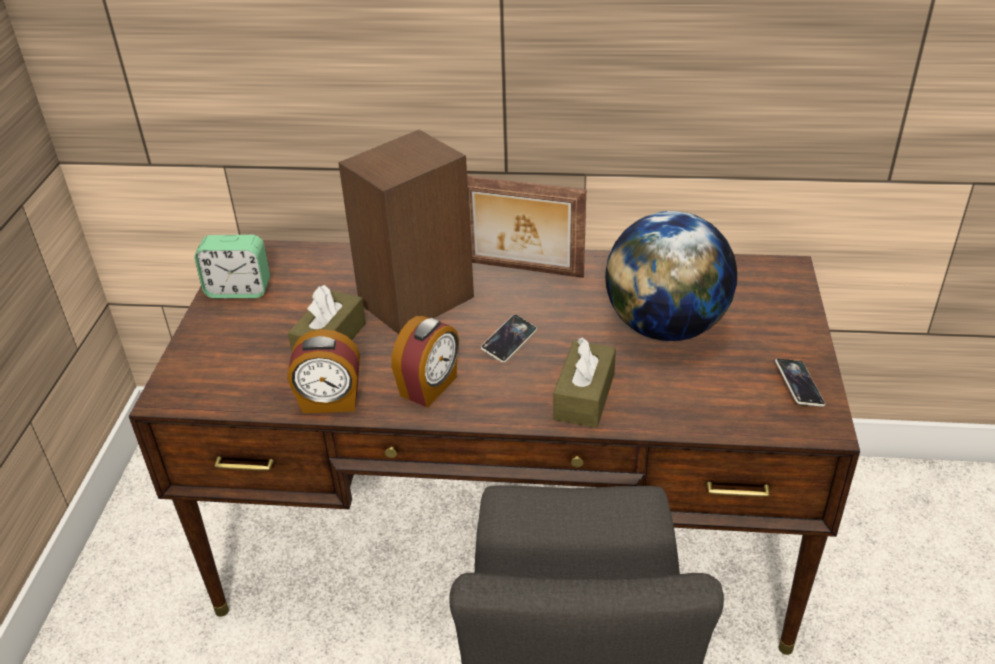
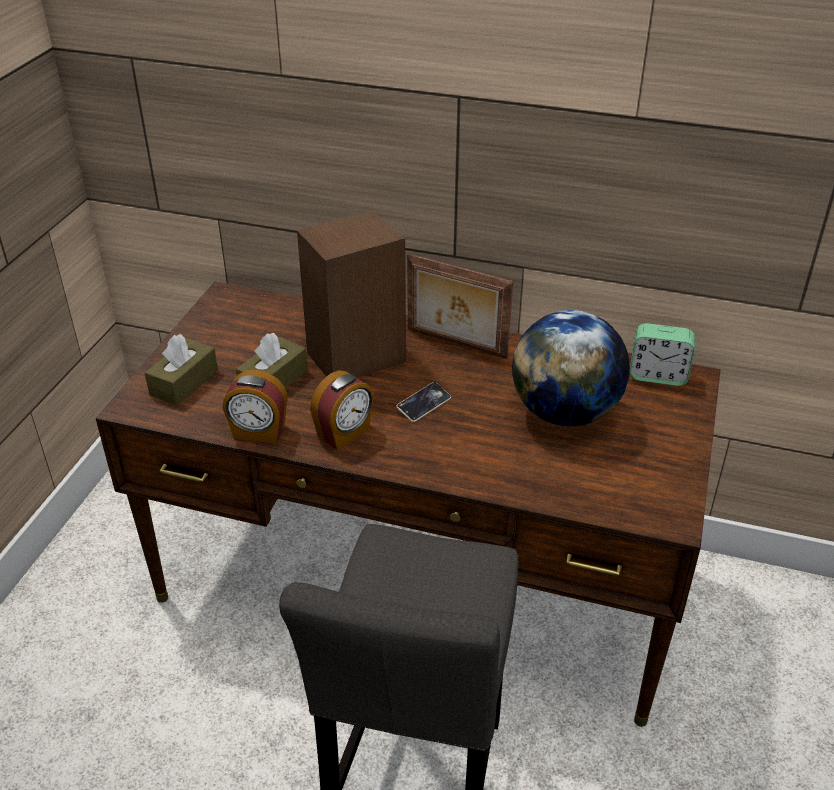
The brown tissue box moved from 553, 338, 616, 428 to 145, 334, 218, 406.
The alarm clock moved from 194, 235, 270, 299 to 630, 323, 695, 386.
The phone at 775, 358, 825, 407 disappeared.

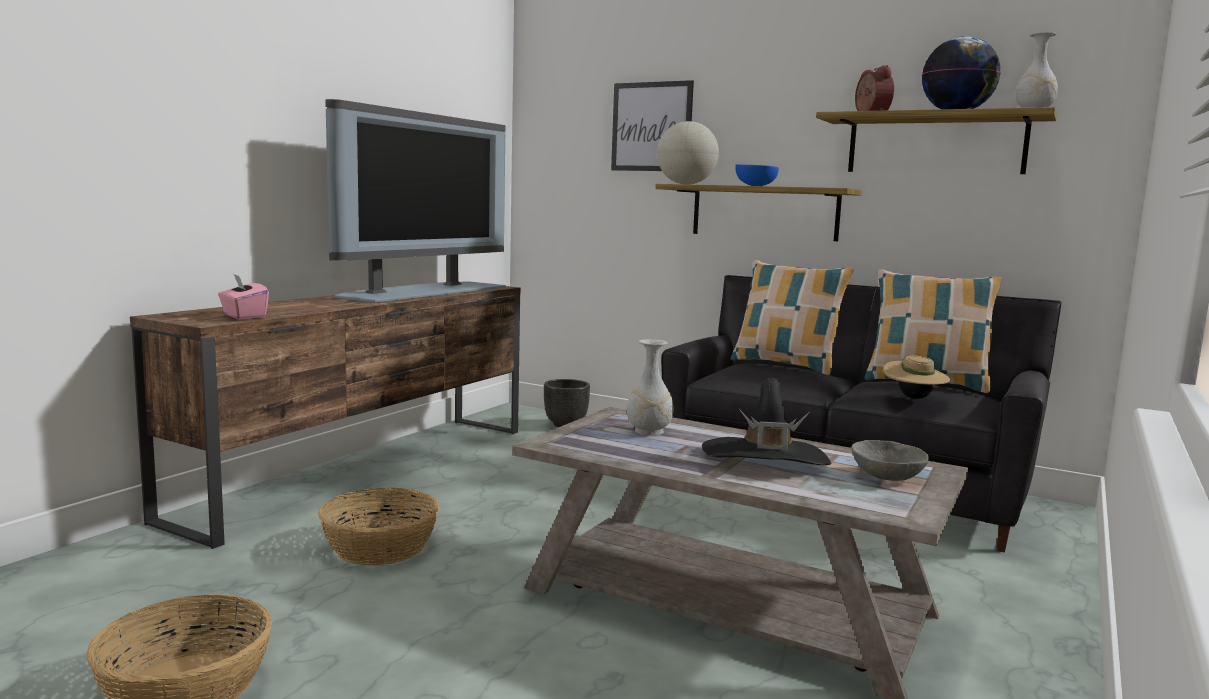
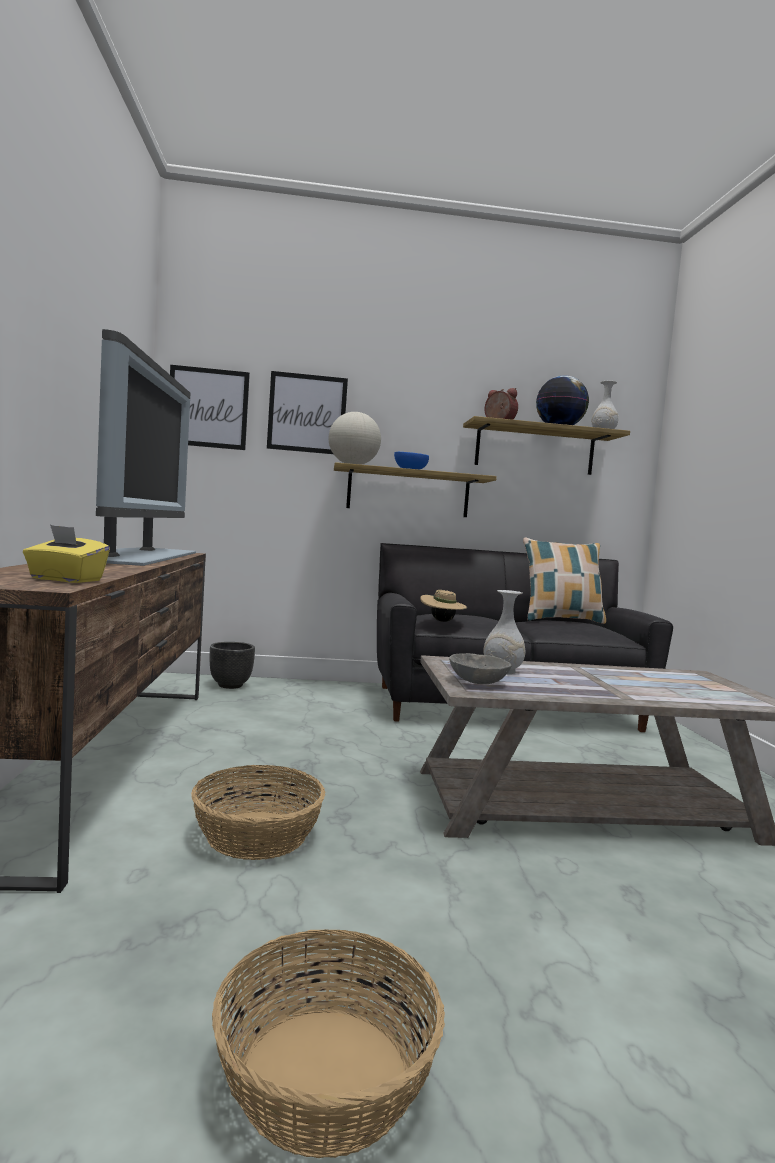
The pink tissue box at 218, 274, 269, 319 became the yellow tissue box at 23, 525, 110, 583.
The picture at 170, 365, 250, 450 appeared.
The beige hat moved from 883, 356, 950, 399 to 420, 590, 467, 622.
The grey bowl moved from 851, 440, 929, 481 to 449, 653, 511, 684.
The black hat at 702, 377, 831, 465 disappeared.
The pillow at 731, 260, 854, 375 disappeared.

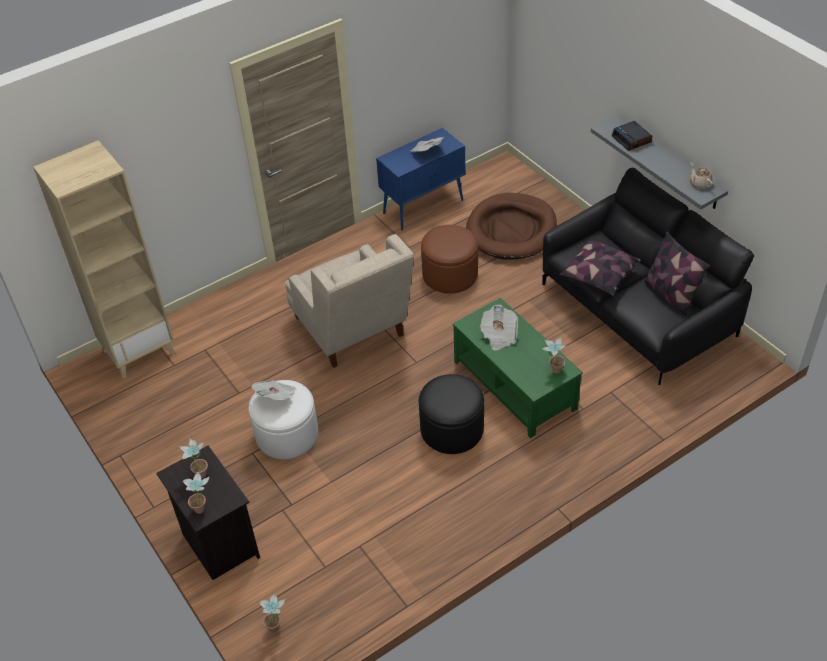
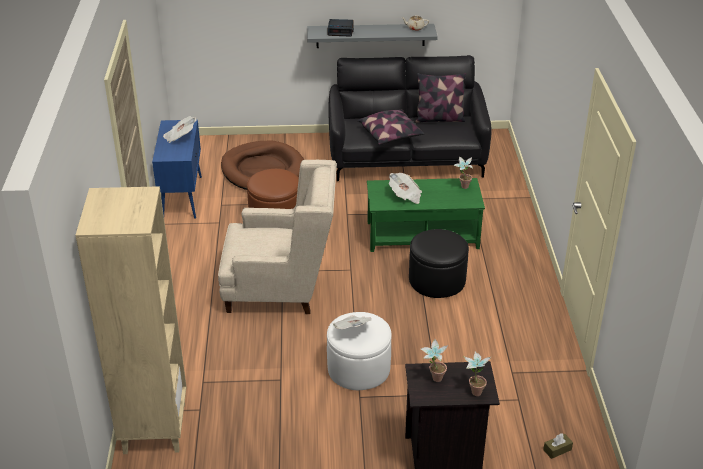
The potted plant at 259, 593, 285, 633 was replaced by the brown tissue box at 543, 433, 573, 459.

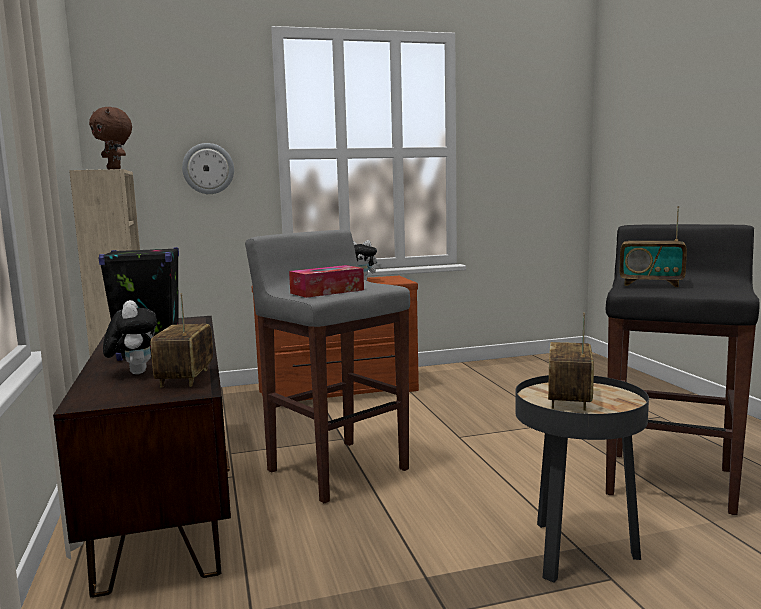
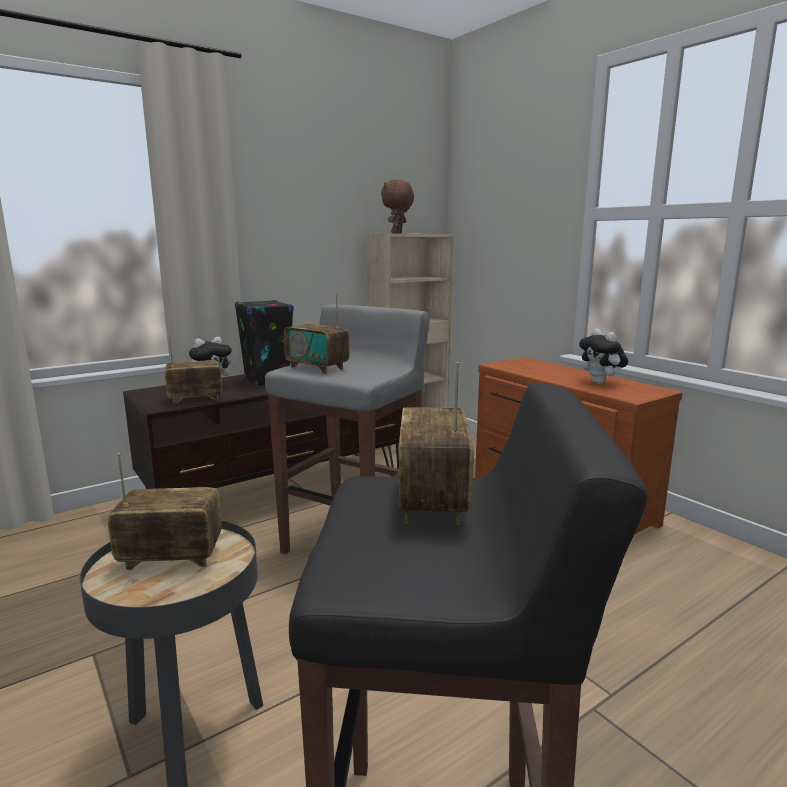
The tissue box at 289, 265, 364, 298 was replaced by the radio at 284, 293, 350, 374.
The wall clock at 182, 143, 234, 194 disappeared.

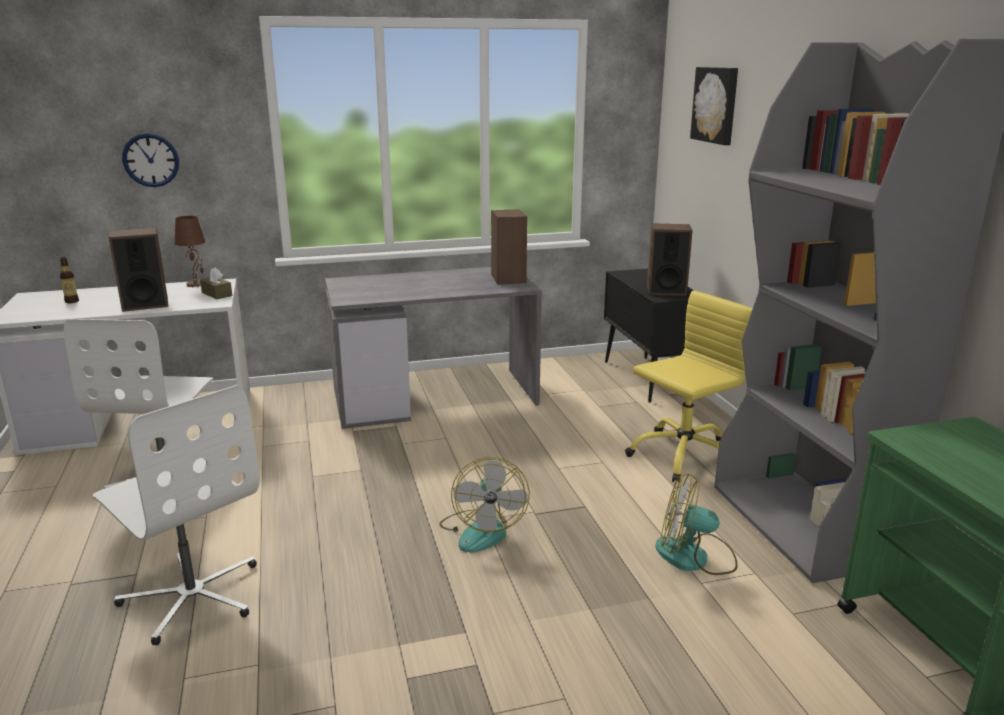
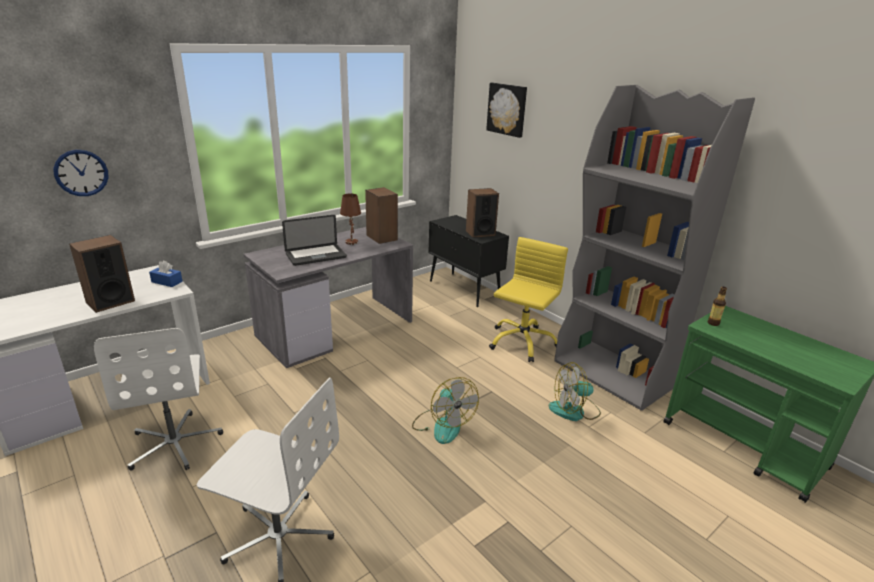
The brown tissue box at 200, 267, 232, 299 became the blue tissue box at 149, 261, 183, 287.
The laptop at 282, 215, 347, 266 appeared.
The brown table lamp moved from 175, 216, 205, 287 to 340, 193, 361, 245.
The bottle moved from 60, 257, 79, 303 to 708, 287, 727, 326.

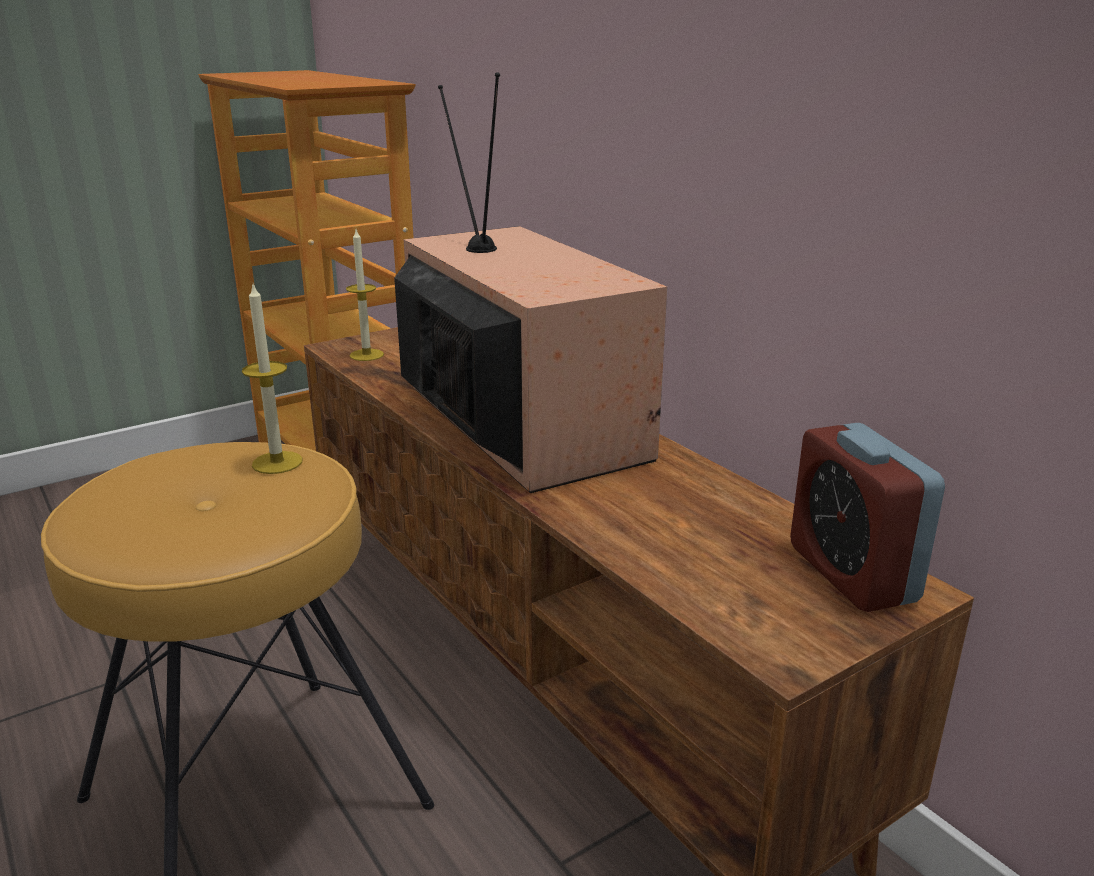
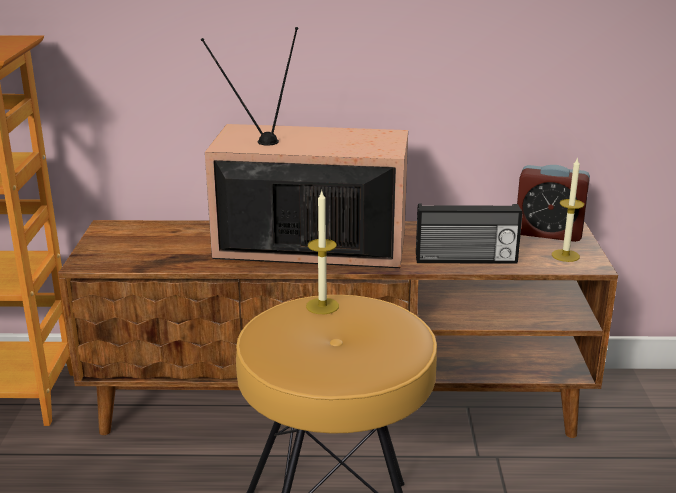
The radio at 416, 204, 522, 264 appeared.
The candle moved from 346, 230, 384, 361 to 552, 157, 584, 262.

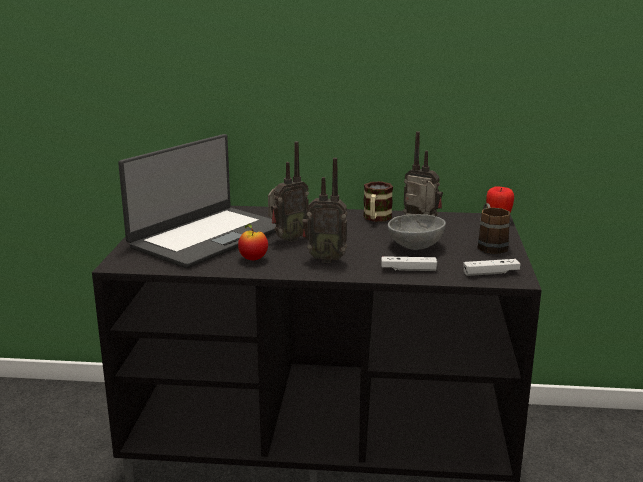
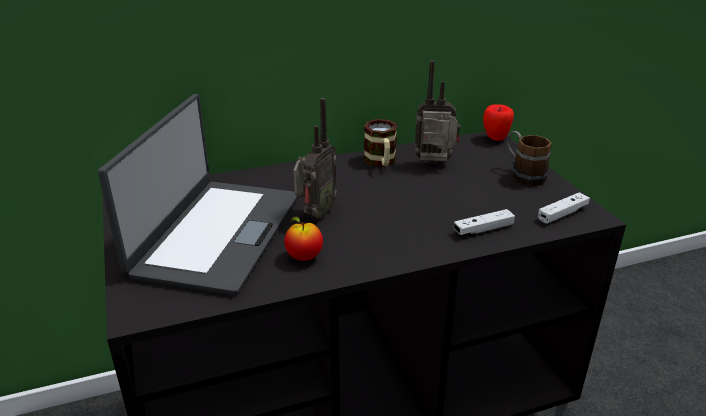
The radio at 302, 158, 348, 263 disappeared.
The grey bowl at 388, 214, 446, 250 disappeared.

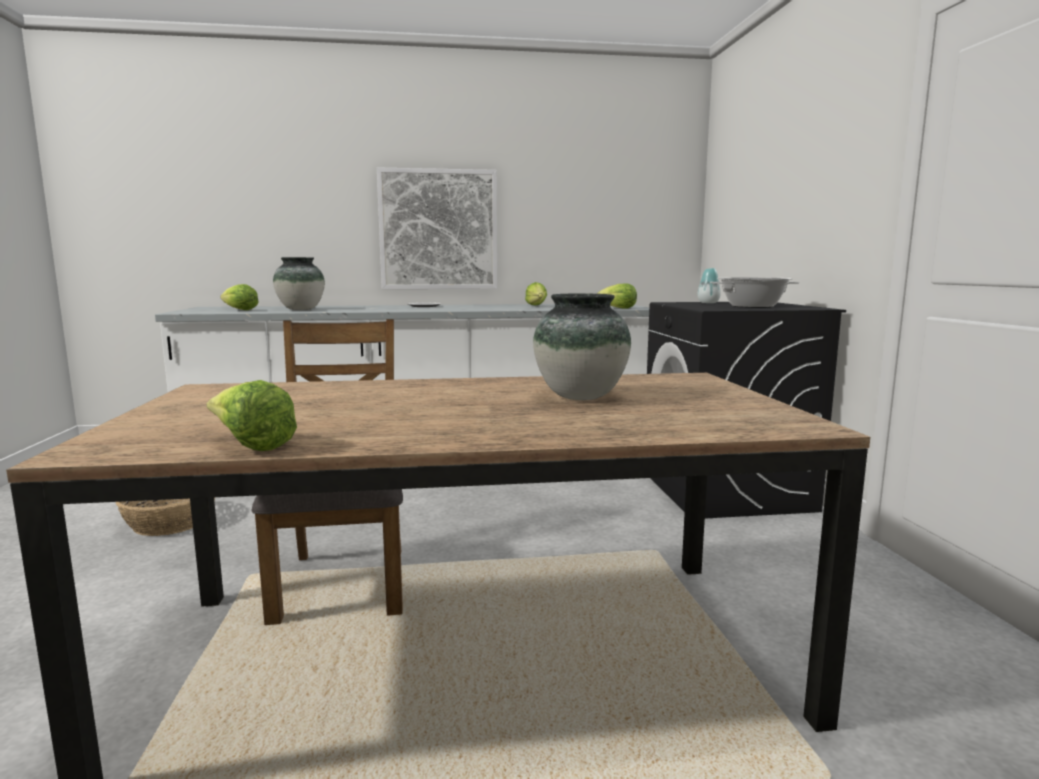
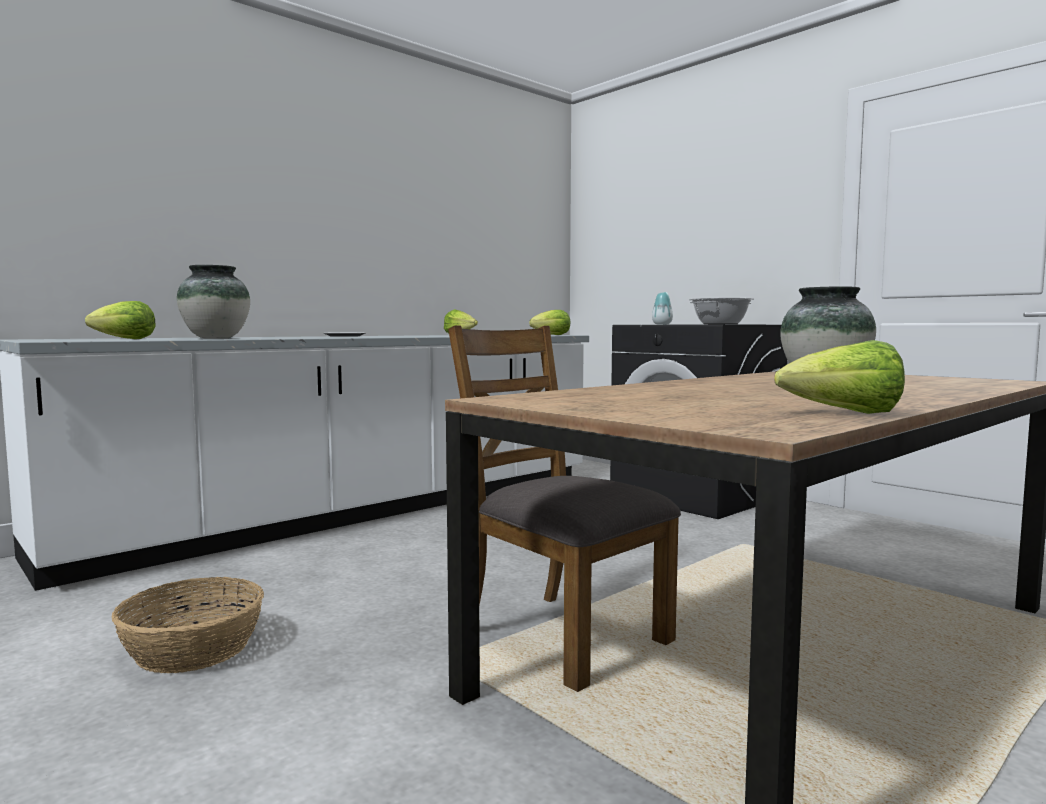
The picture at 377, 167, 497, 289 disappeared.

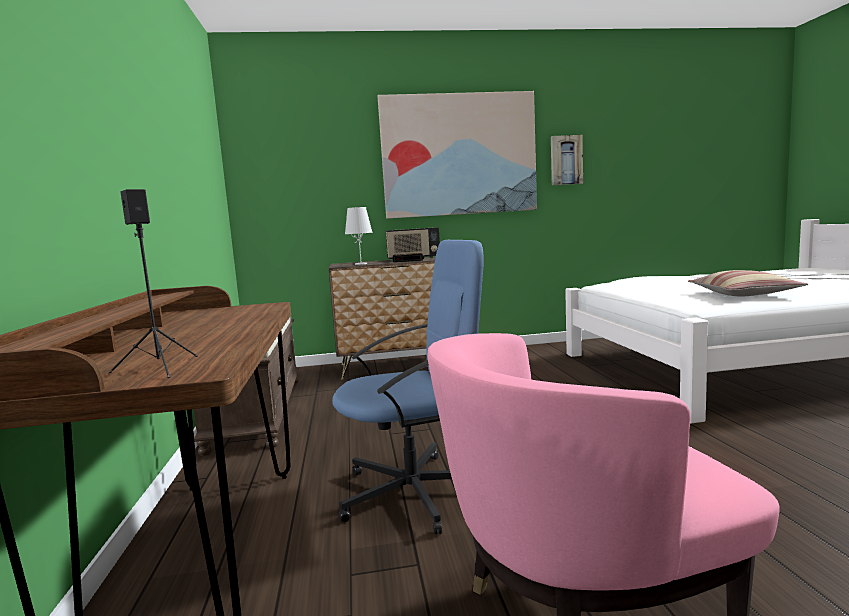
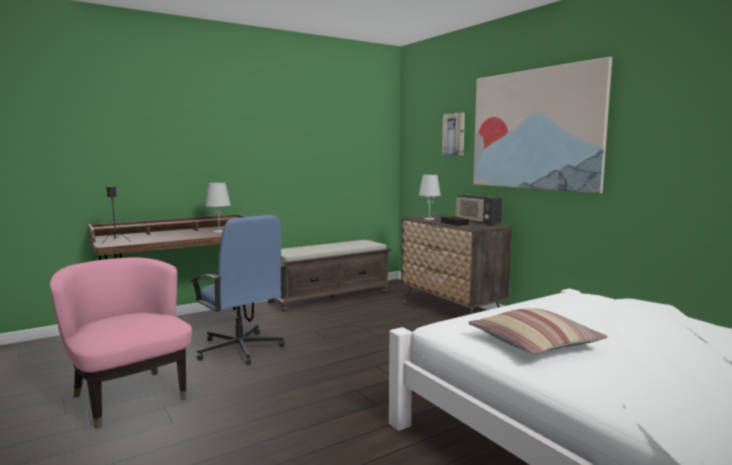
The white table lamp at 205, 182, 231, 233 appeared.
The picture moved from 551, 135, 583, 185 to 442, 113, 465, 155.

